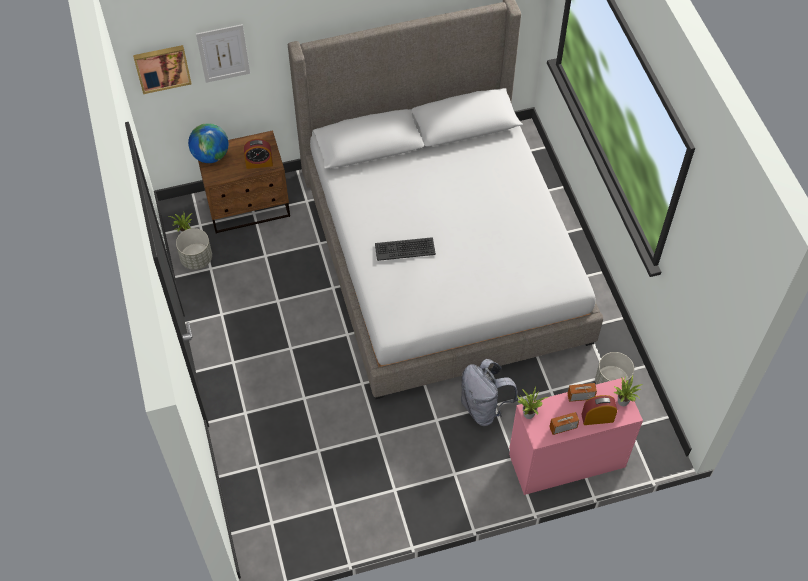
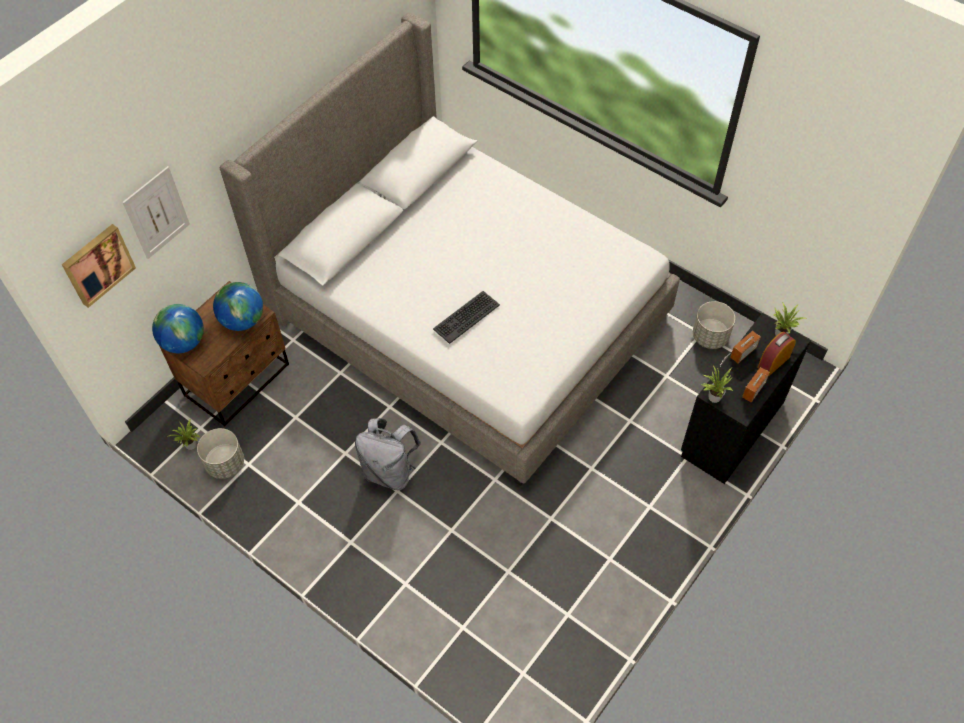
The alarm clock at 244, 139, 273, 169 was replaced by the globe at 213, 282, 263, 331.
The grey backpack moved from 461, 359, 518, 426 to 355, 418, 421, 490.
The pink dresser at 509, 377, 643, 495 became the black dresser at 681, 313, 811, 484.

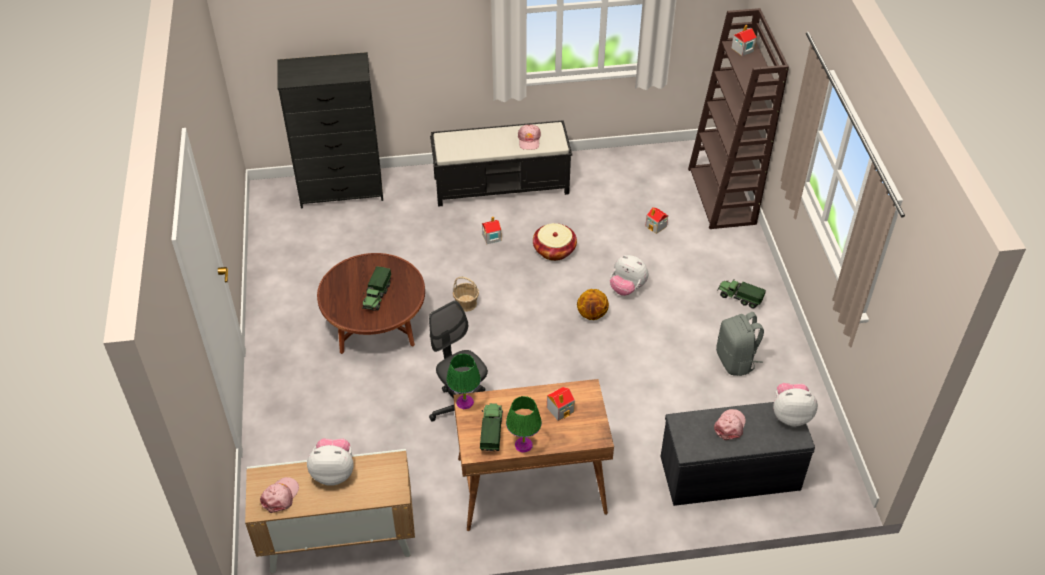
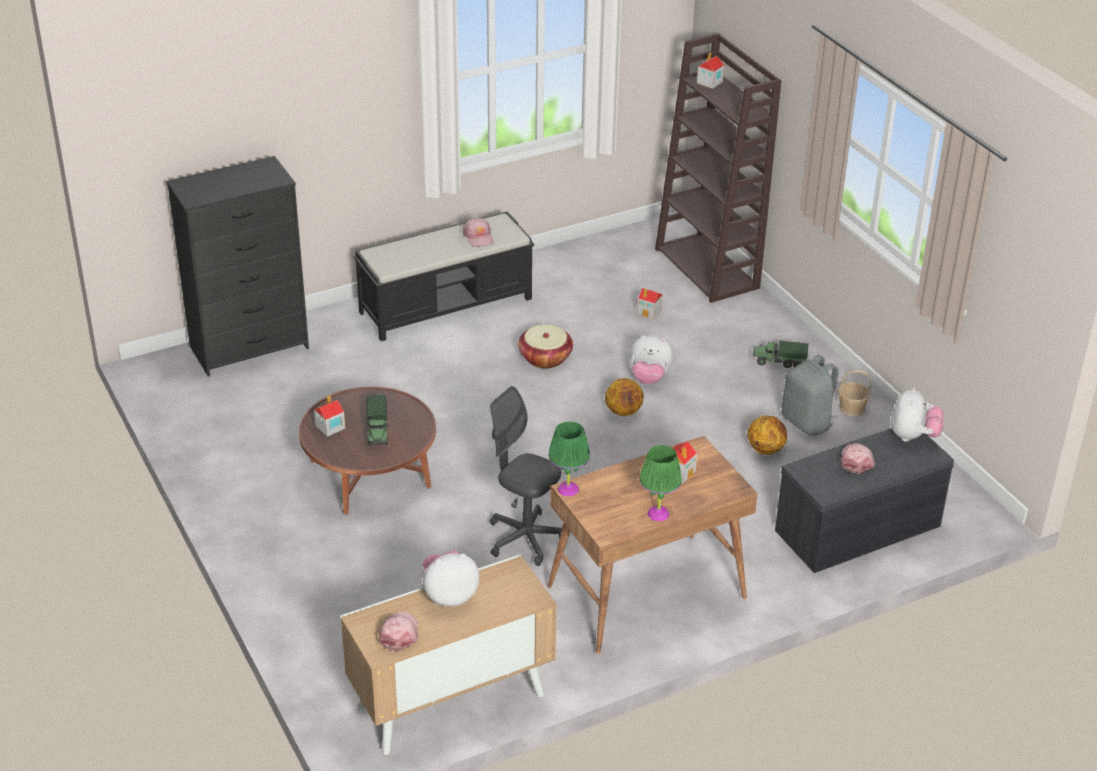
The toy house moved from 482, 217, 502, 244 to 314, 396, 345, 437.
The basketball at 747, 416, 787, 455 appeared.
The basket moved from 453, 277, 479, 312 to 838, 370, 871, 416.
The plush toy at 773, 383, 818, 426 turned 120 degrees clockwise.
The toy truck at 480, 403, 503, 451 disappeared.

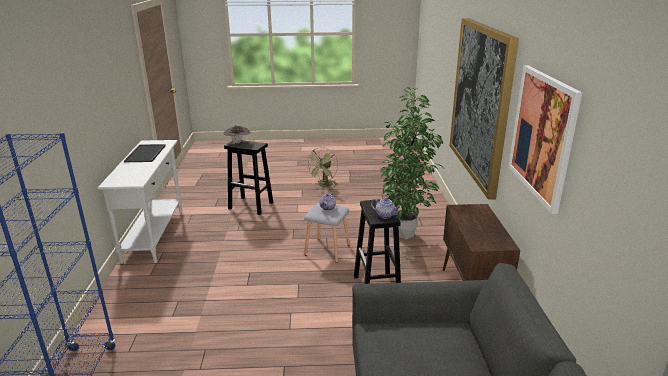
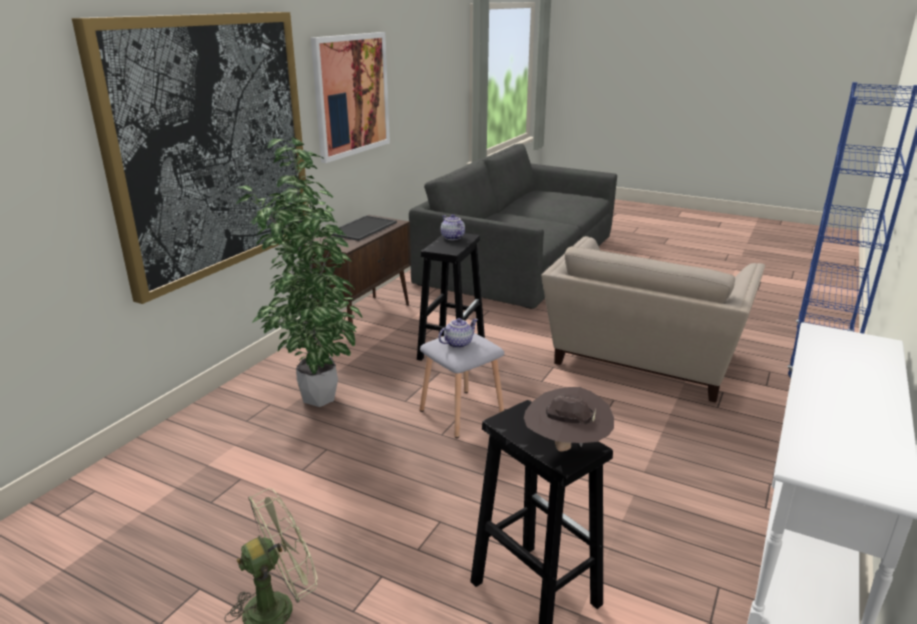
The tray moved from 124, 144, 166, 162 to 332, 215, 397, 241.
The beige armchair at 541, 236, 765, 403 appeared.

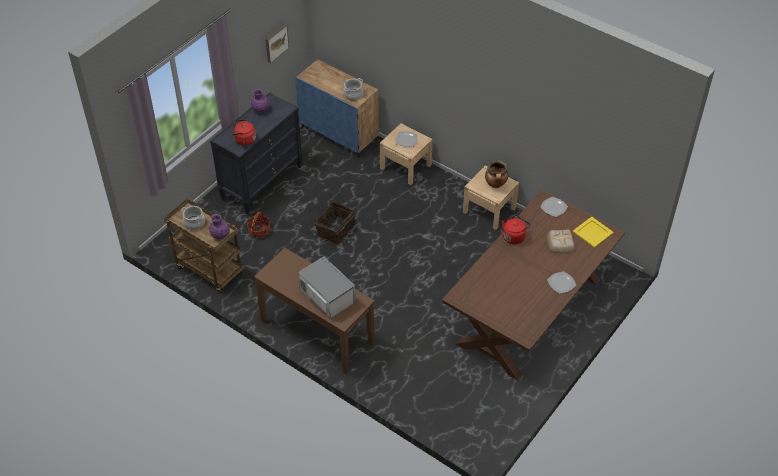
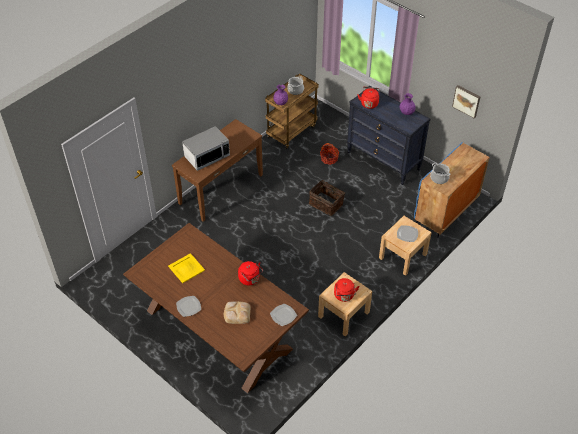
The yellow tray moved from 573, 217, 614, 248 to 168, 253, 205, 283.
The cooking pot at 485, 160, 508, 188 was replaced by the red kettle at 334, 278, 360, 302.

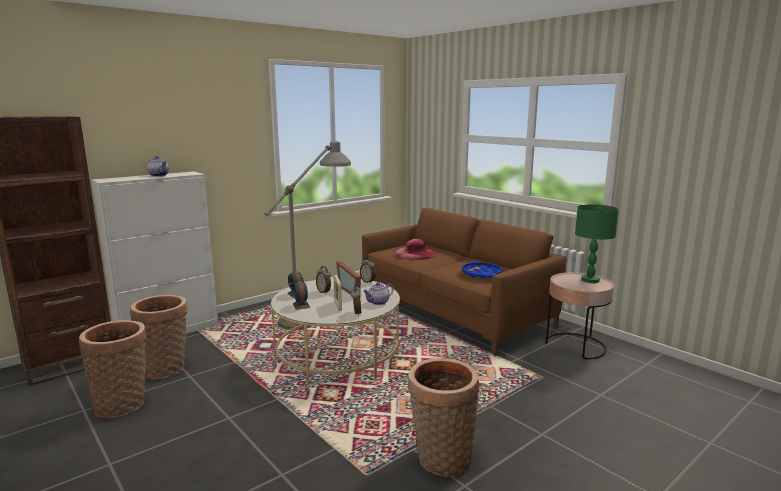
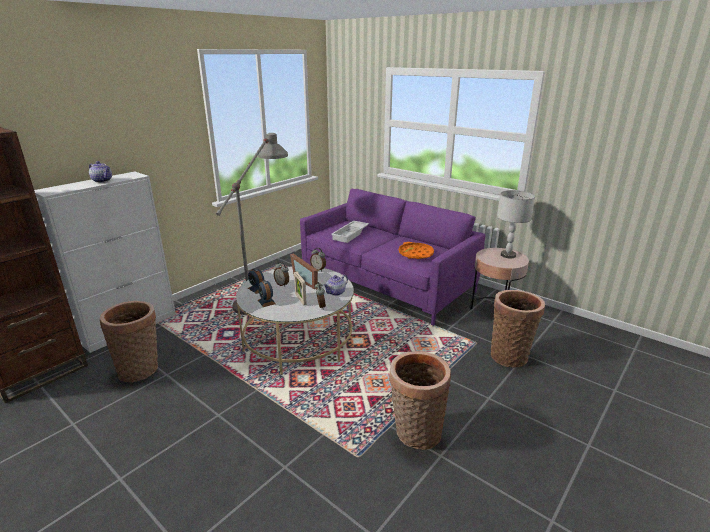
The brown sofa at 362, 208, 566, 356 became the purple sofa at 300, 189, 486, 326.
The pink hat at 395, 239, 436, 260 was replaced by the white tray at 331, 221, 369, 243.
The blue tray at 462, 261, 502, 278 became the orange tray at 399, 242, 434, 259.
The basket moved from 79, 320, 147, 419 to 491, 290, 545, 368.
The green table lamp at 575, 204, 619, 283 became the grey table lamp at 497, 190, 535, 258.

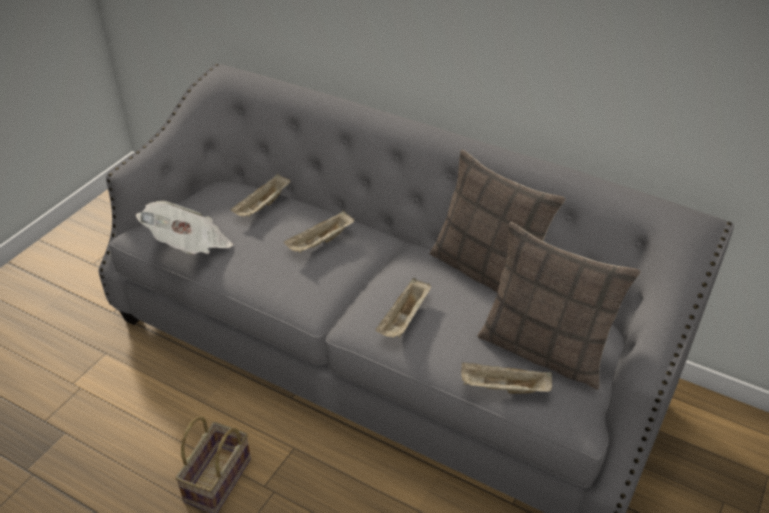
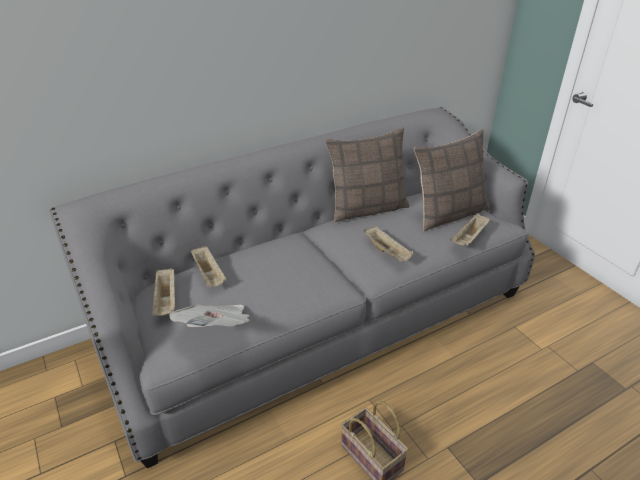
The beige tray moved from 284, 210, 354, 253 to 152, 268, 175, 316.

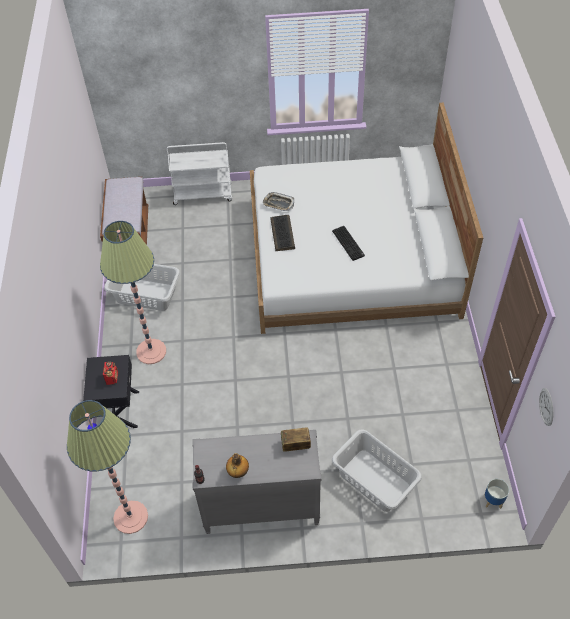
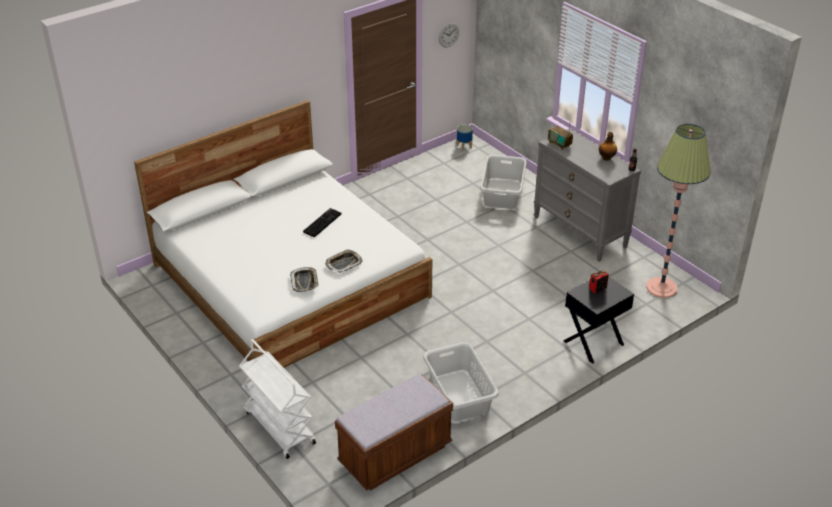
The keyboard at 270, 215, 295, 251 was replaced by the tray at 325, 249, 363, 273.
The floor lamp at 100, 221, 166, 364 disappeared.

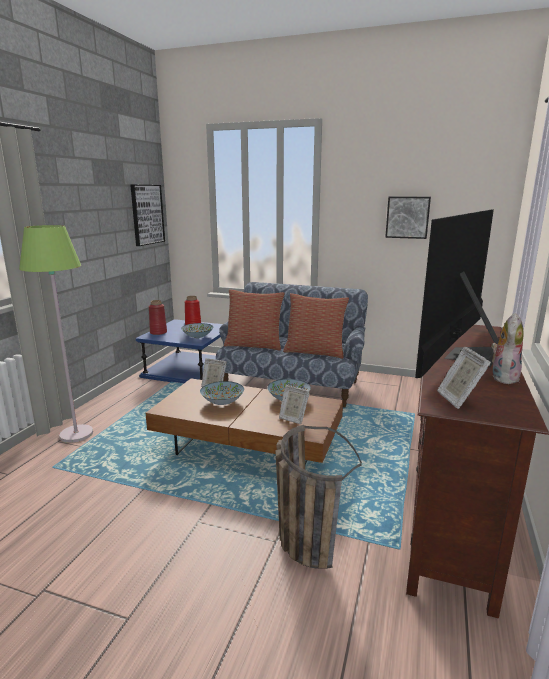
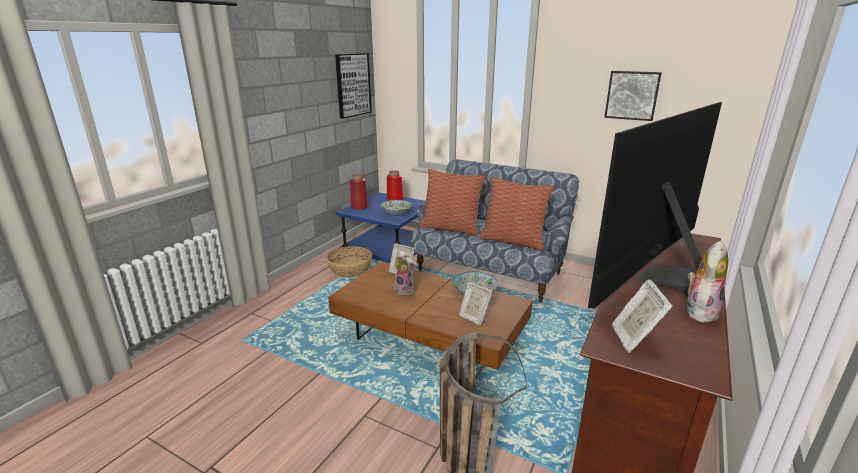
The basket at 326, 246, 372, 278 appeared.
The bowl at 200, 381, 244, 405 was replaced by the plush toy at 394, 250, 417, 297.
The green floor lamp at 19, 225, 93, 443 disappeared.

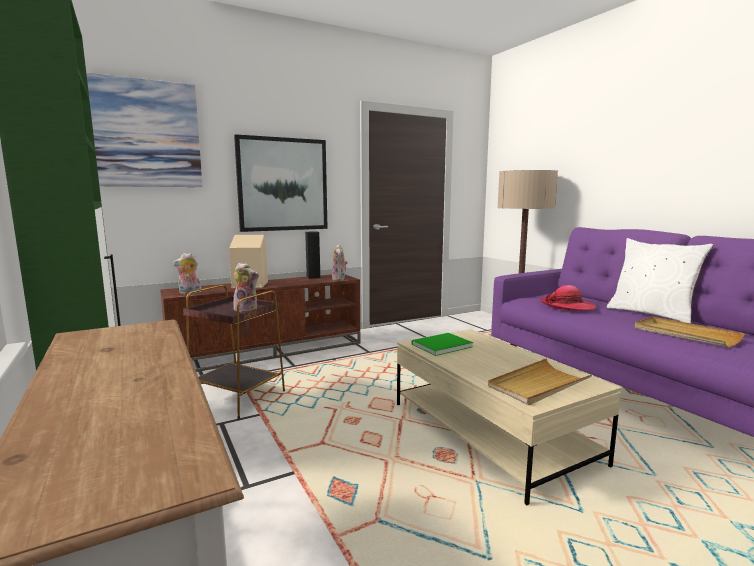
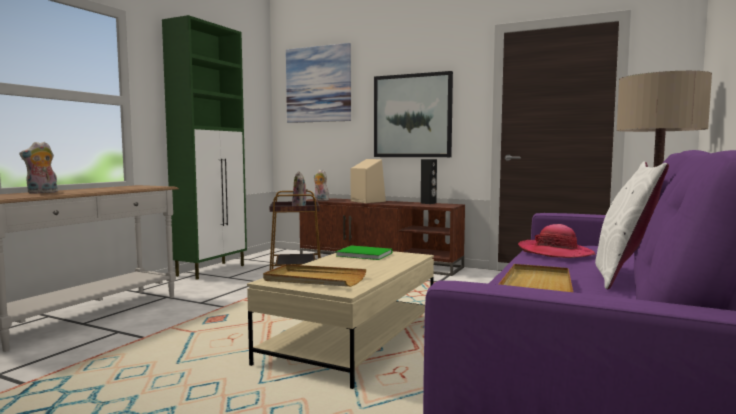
The plush toy moved from 332, 244, 347, 281 to 19, 142, 58, 194.

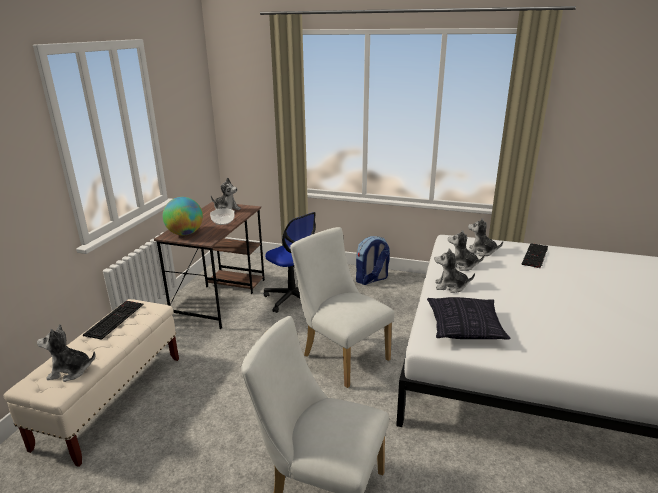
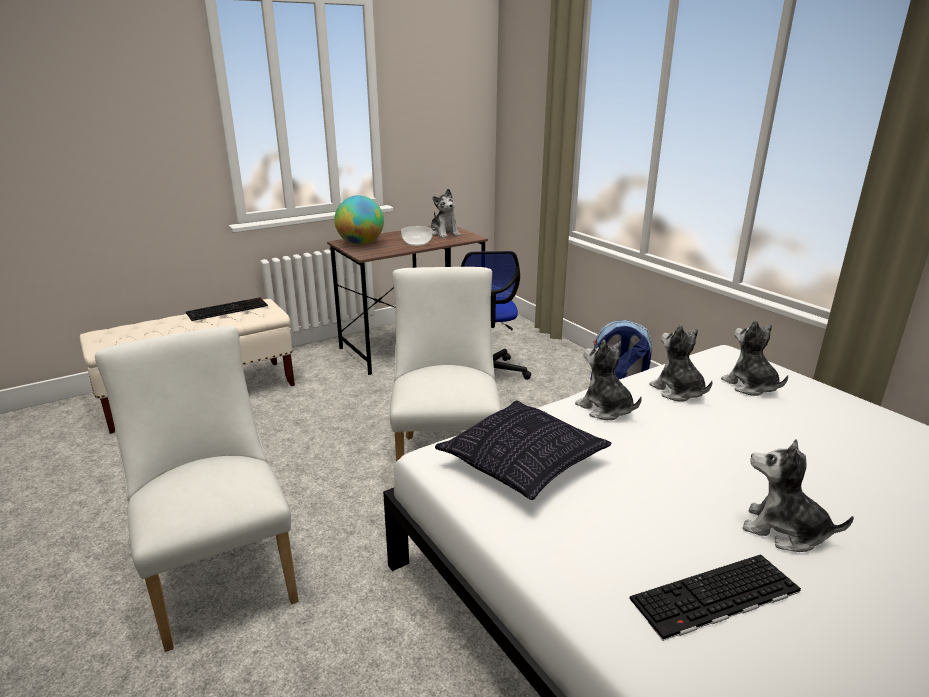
The keyboard moved from 521, 243, 548, 268 to 630, 554, 801, 641.
The plush toy moved from 37, 324, 95, 382 to 742, 439, 854, 552.

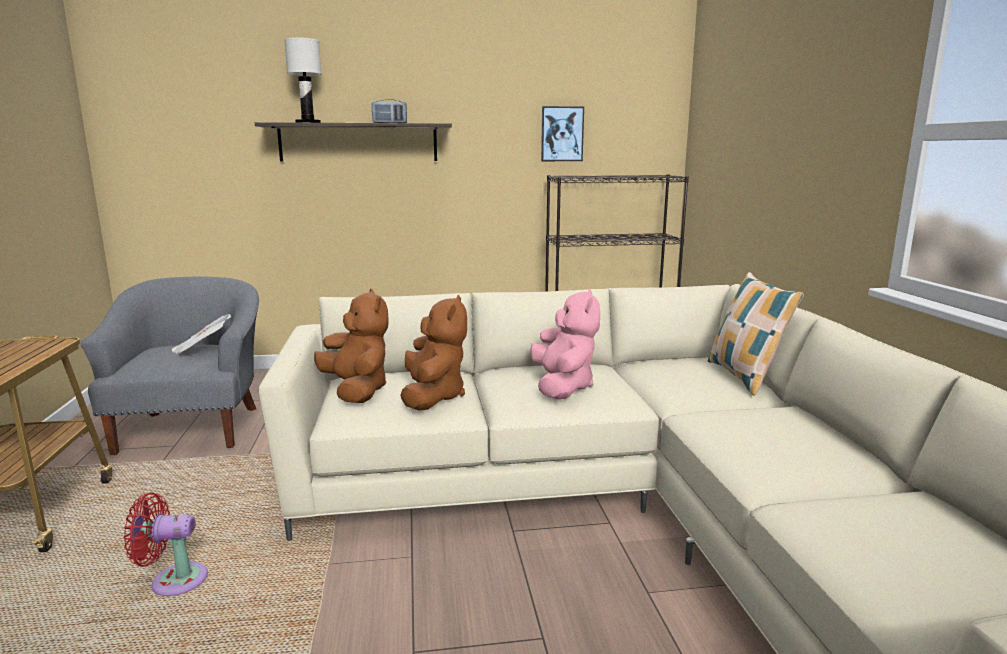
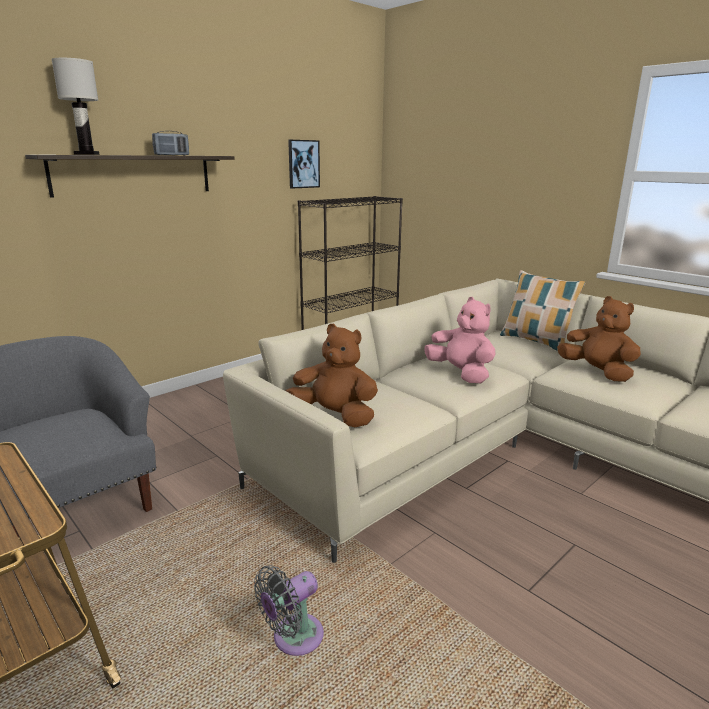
The red fan at 123, 493, 208, 596 became the grey fan at 254, 565, 324, 656.
The brown plush toy moved from 400, 295, 467, 411 to 557, 296, 641, 382.
The newspaper at 172, 314, 231, 355 disappeared.

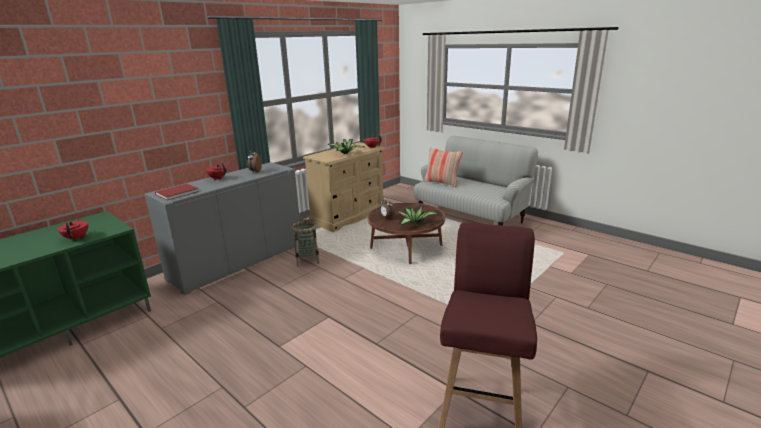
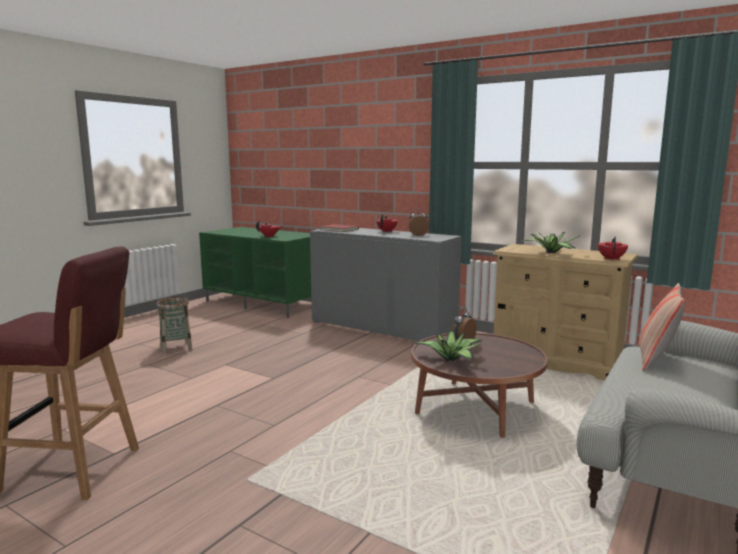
The basket moved from 292, 220, 320, 267 to 157, 297, 192, 354.

